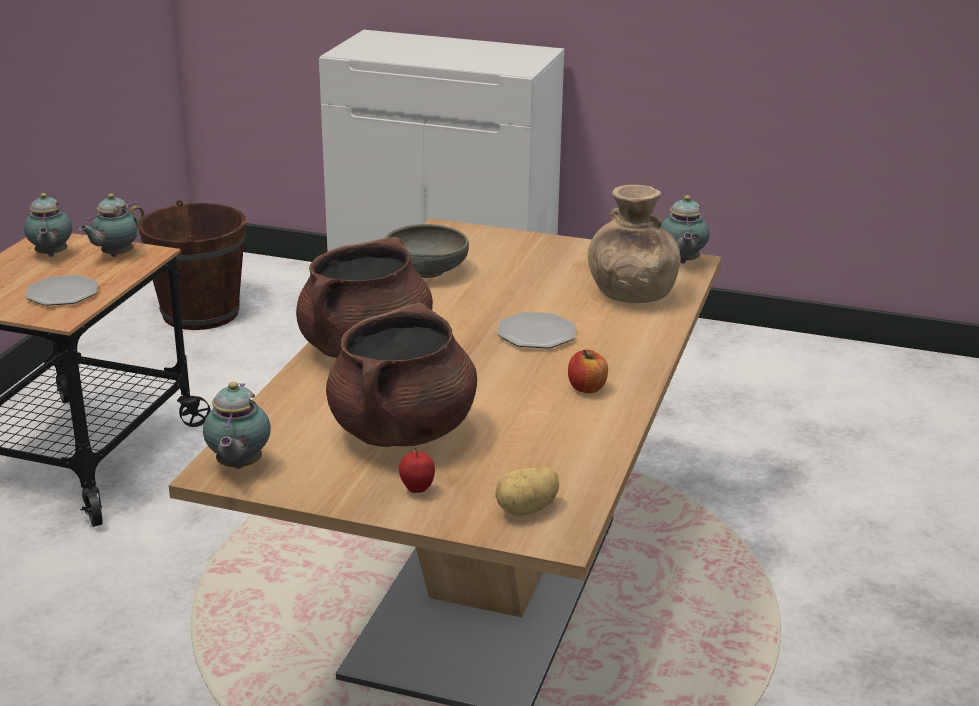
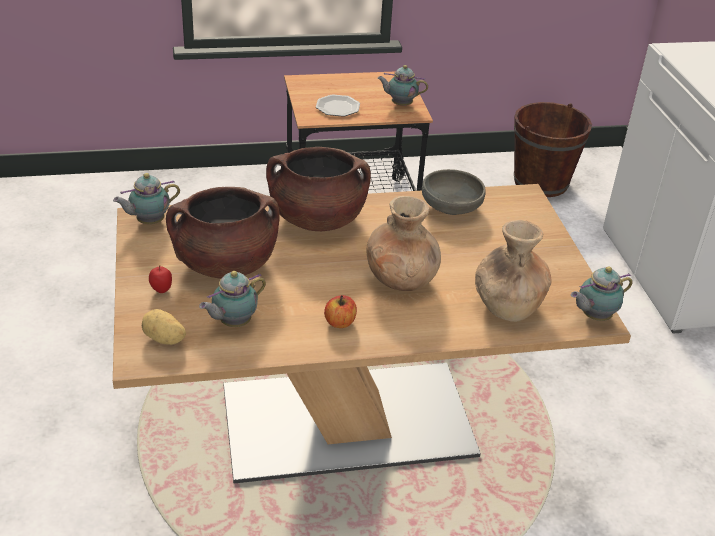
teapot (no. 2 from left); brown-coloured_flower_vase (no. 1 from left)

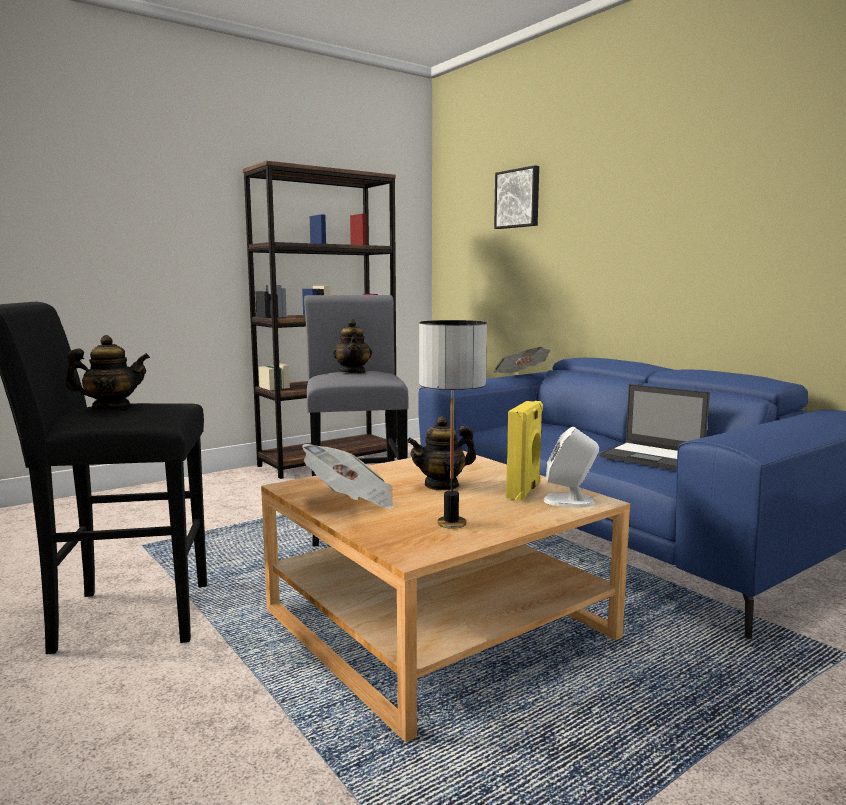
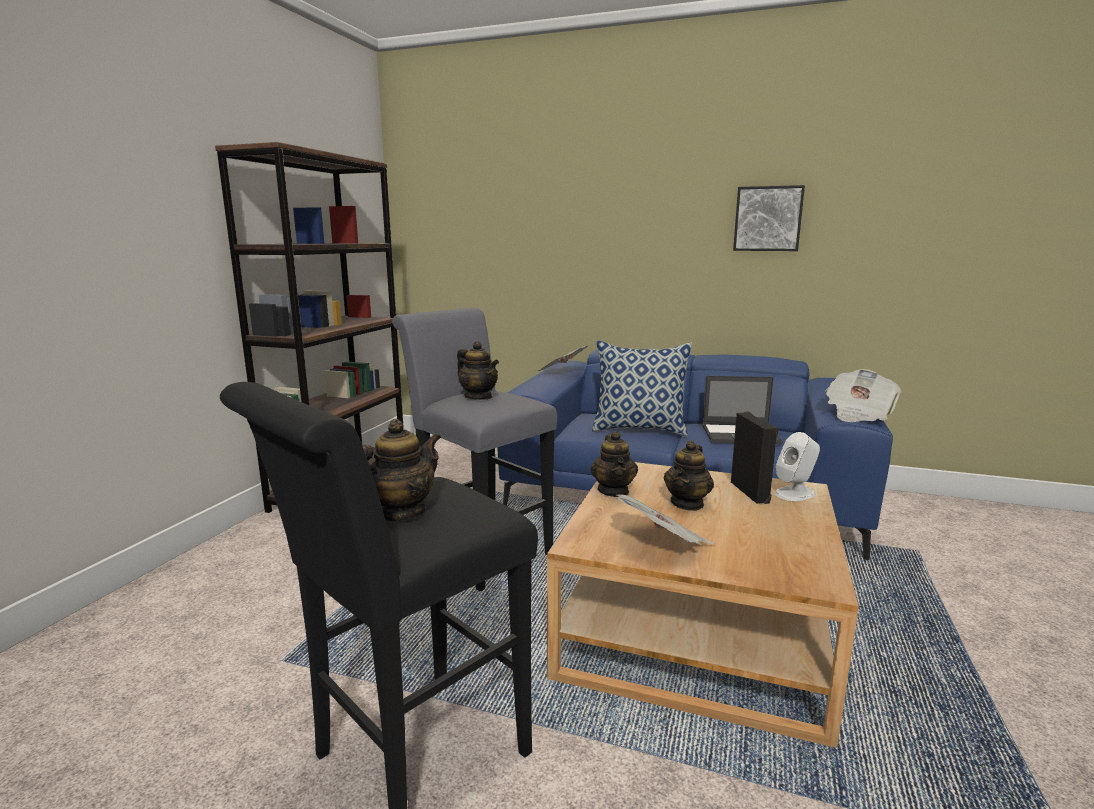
teapot (no. 3 from left); pillow; black_loudspeaker; wall_art; printed_paper (no. 3 from left); lamp_for_a_table

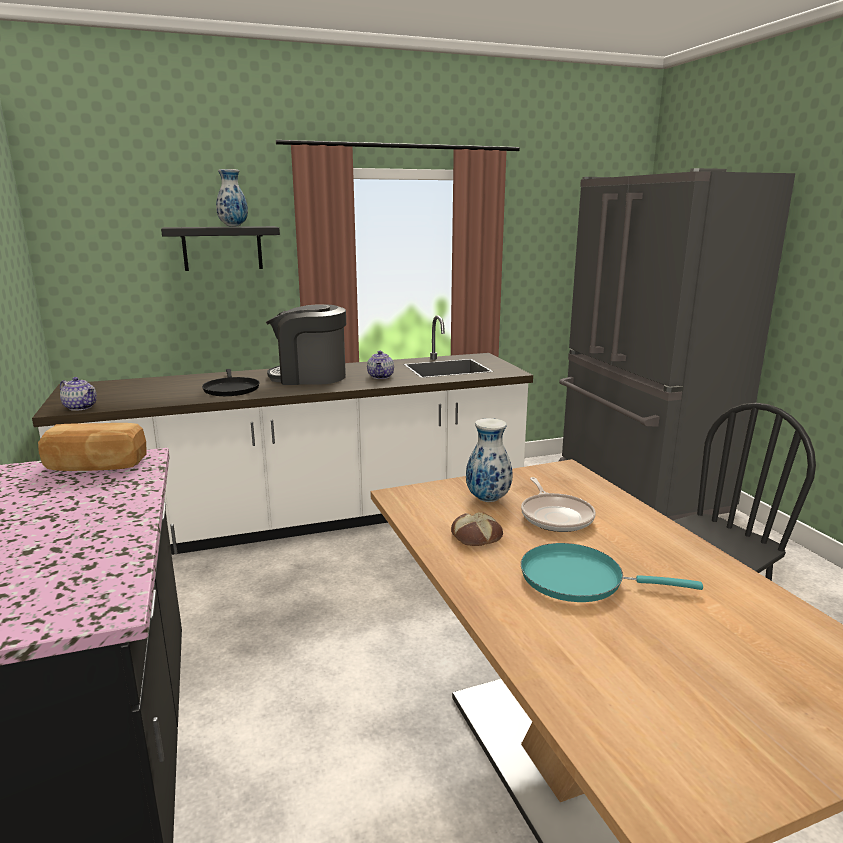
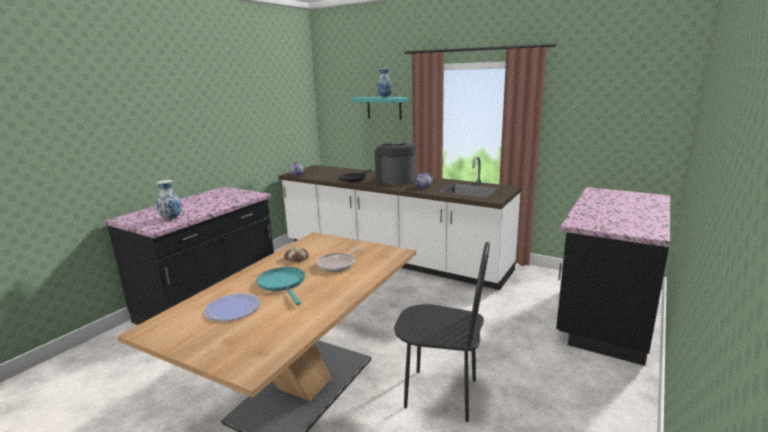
flower_vase (no. 1 from left); dinner_plate; turquoise_bracket_shelf; black_kitchen_counter (no. 2 from left); baked_bread (no. 1 from left in the first image)

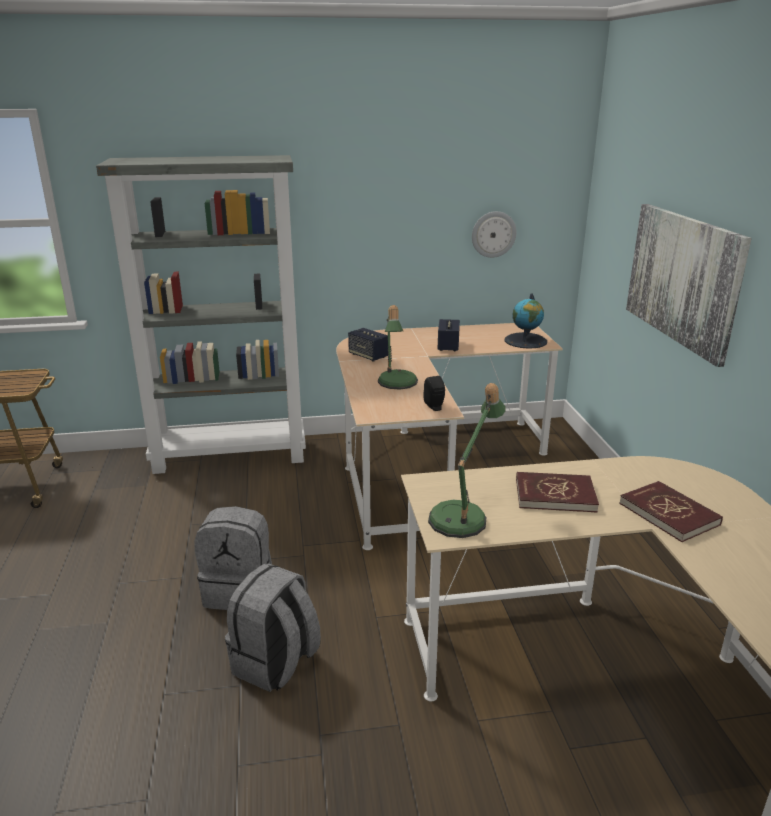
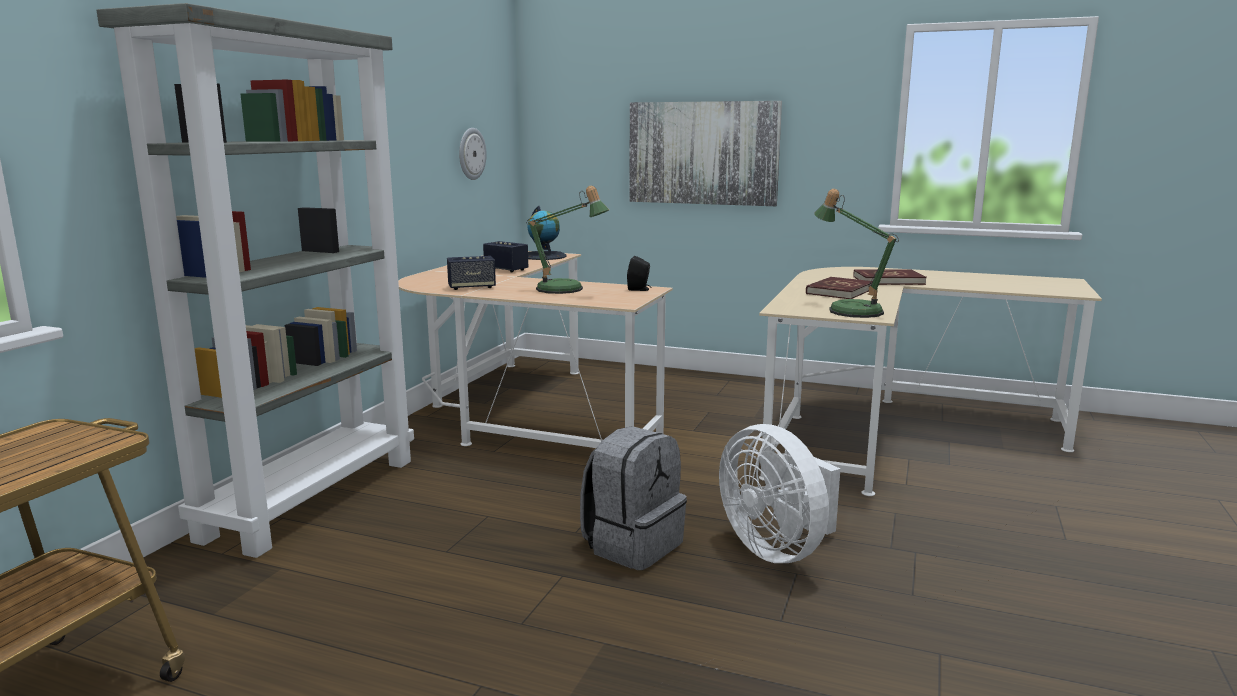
whitish_fan

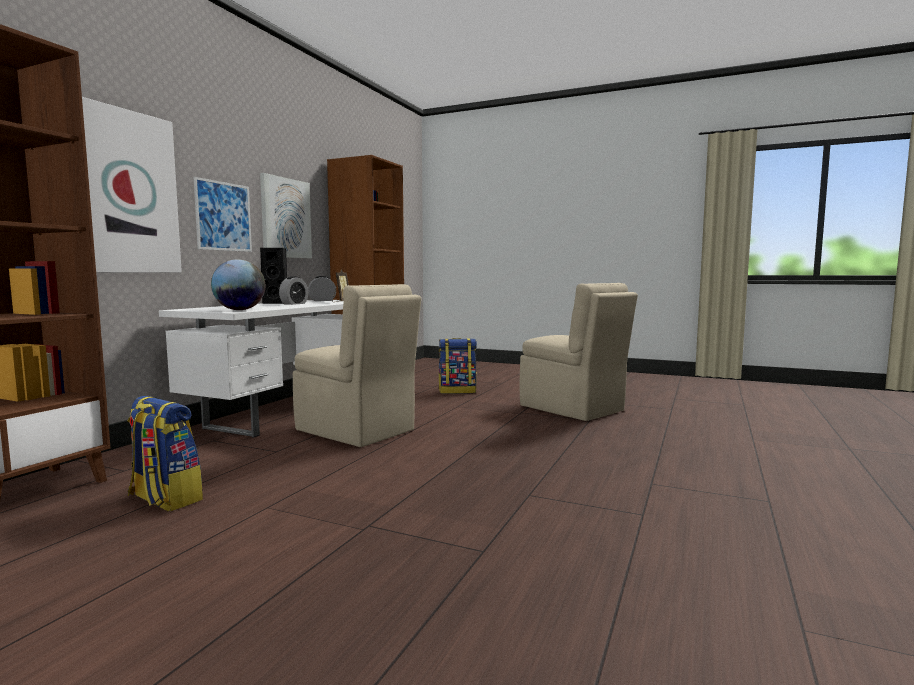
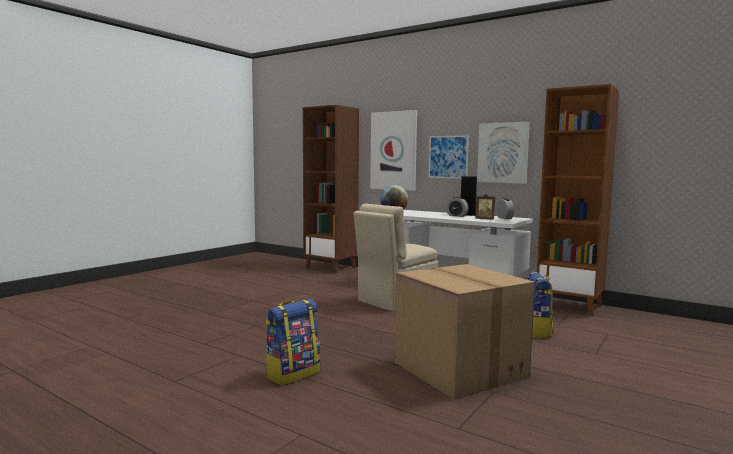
rucksack (no. 1 from left); packing_box

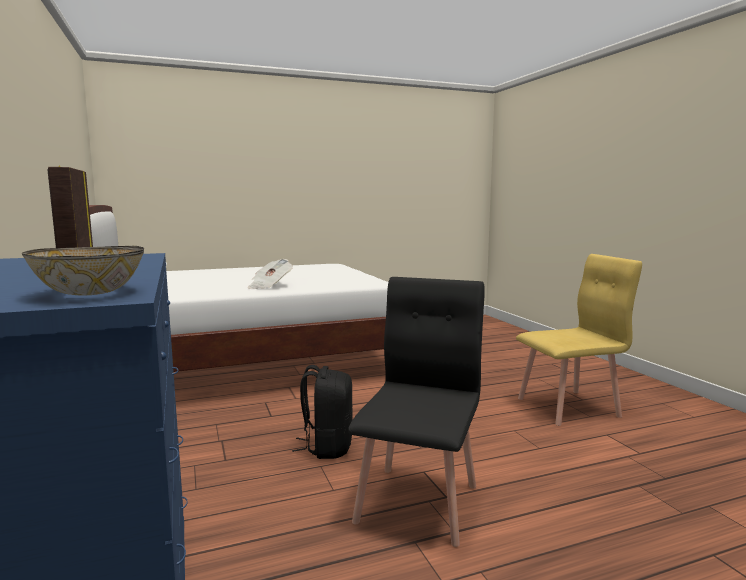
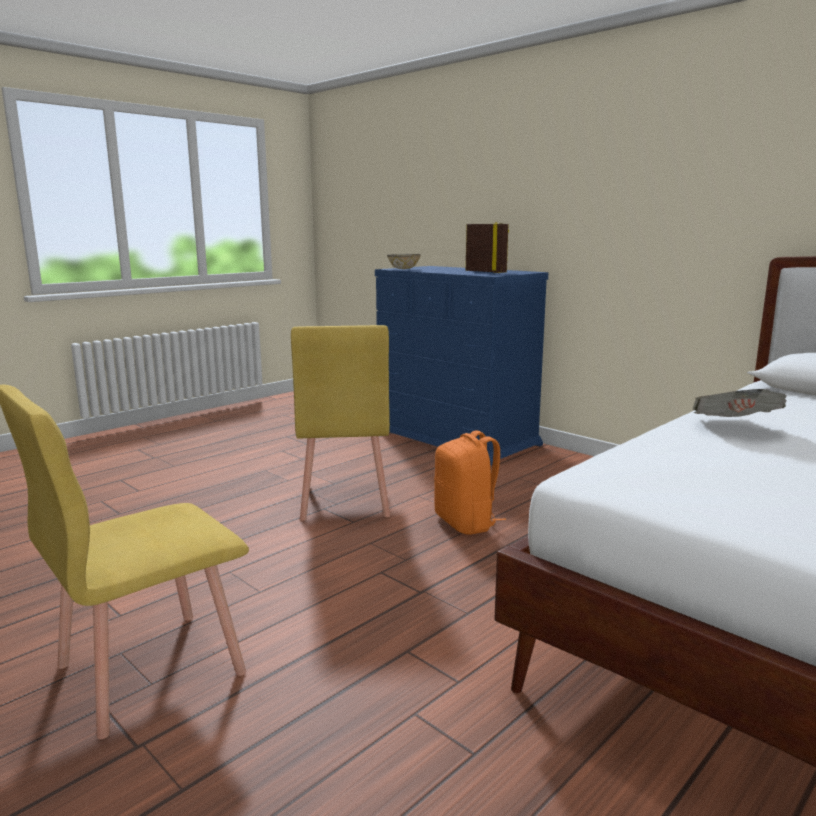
yellowish_chair (no. 2 from left); orangey_rucksack

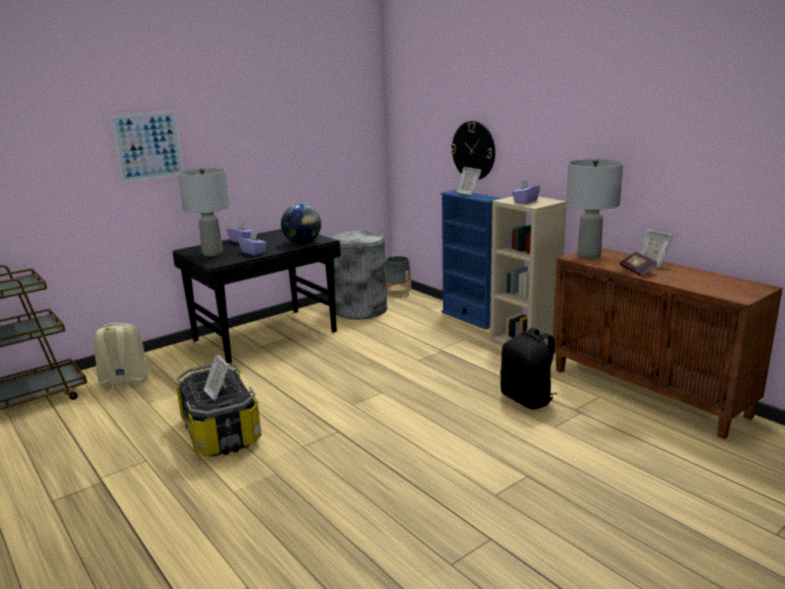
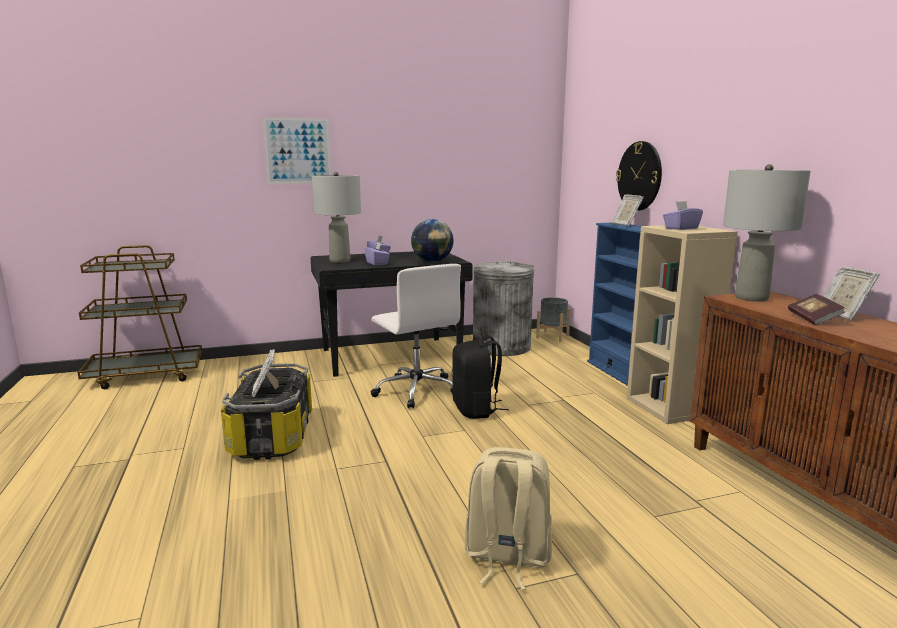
whitish_office_chair; black_rucksack; beige-coloured_rucksack

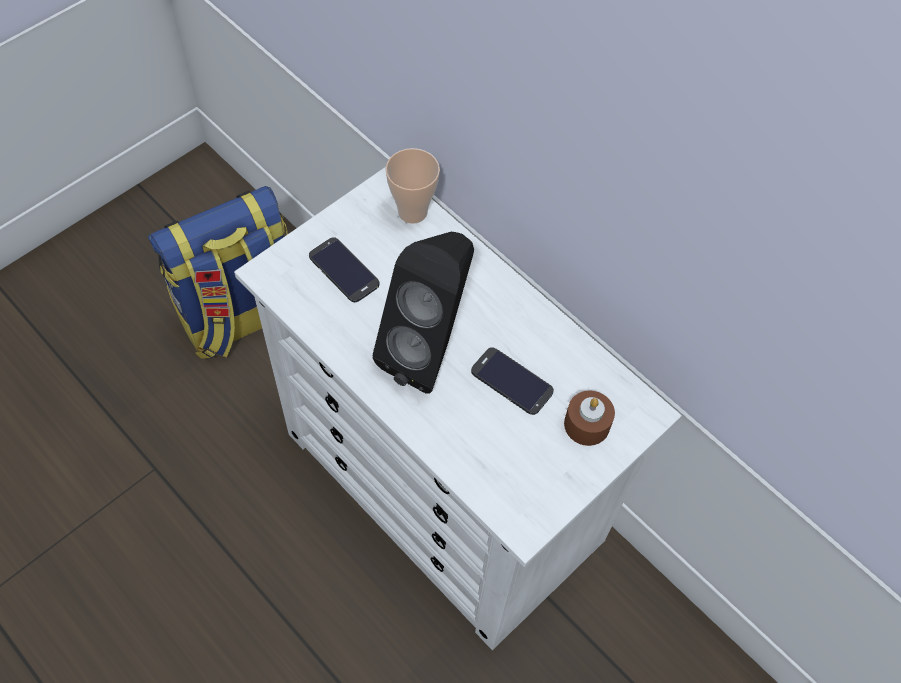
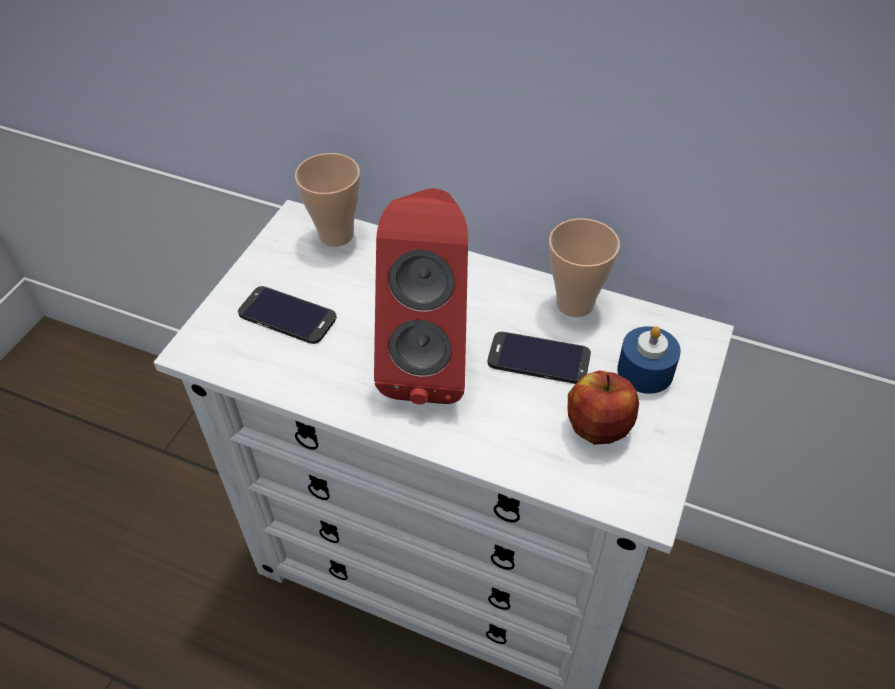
reddish_loudspeaker; drinking_cup (no. 2 from left); whole_apple; blue-coloured_wax_light; rucksack

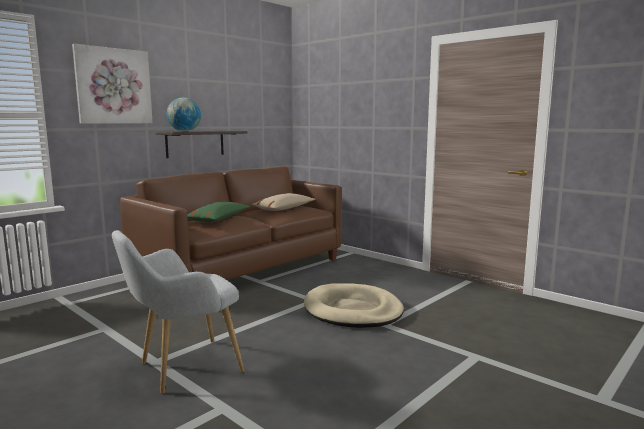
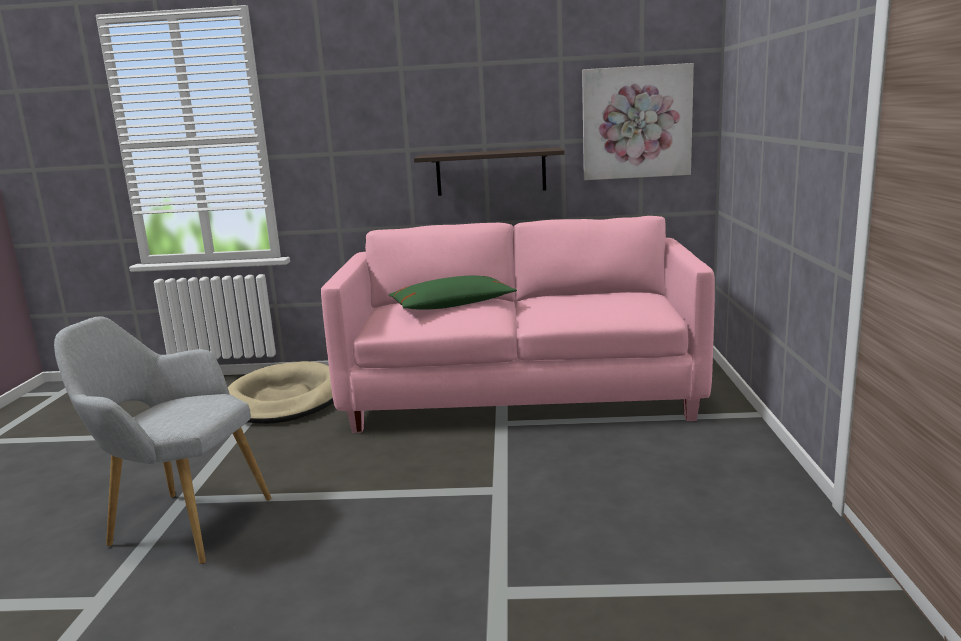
beige-coloured_dog_bed; pinkish_sofa; wall_art; desk_globe; beige-coloured_pillow

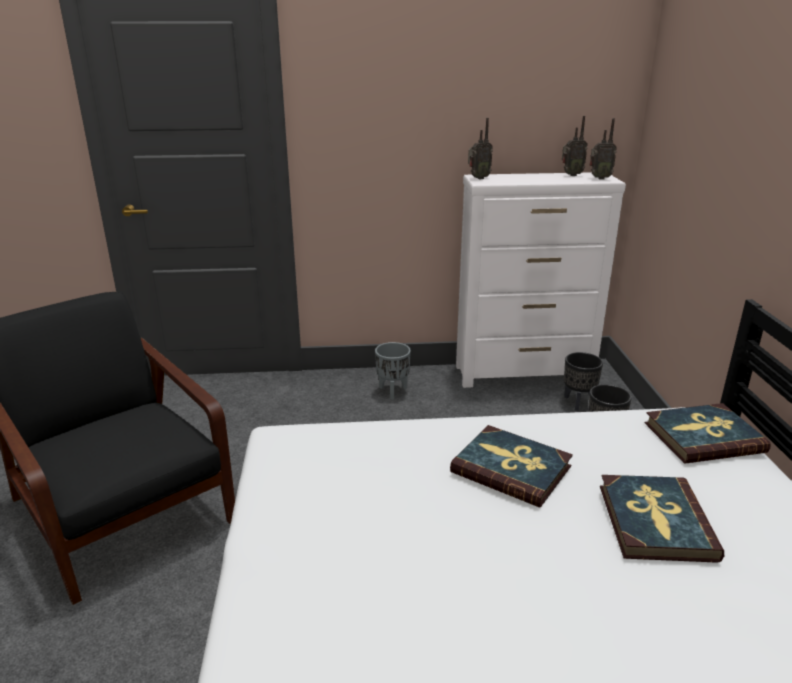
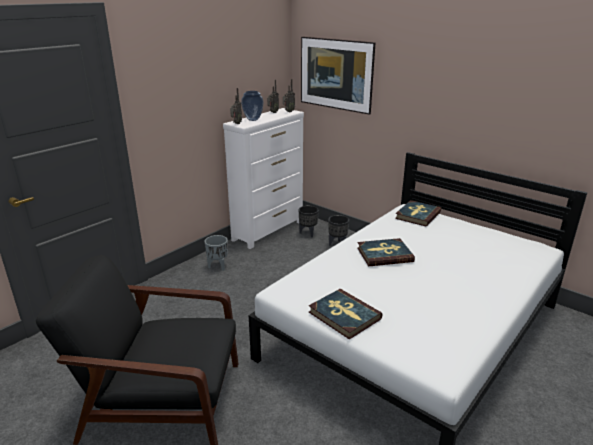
flower_vase; wall_art; book (no. 1 from left)

